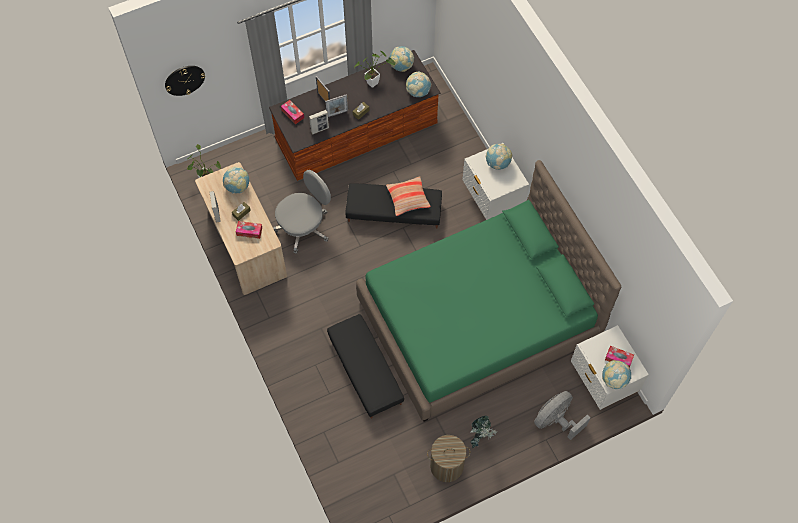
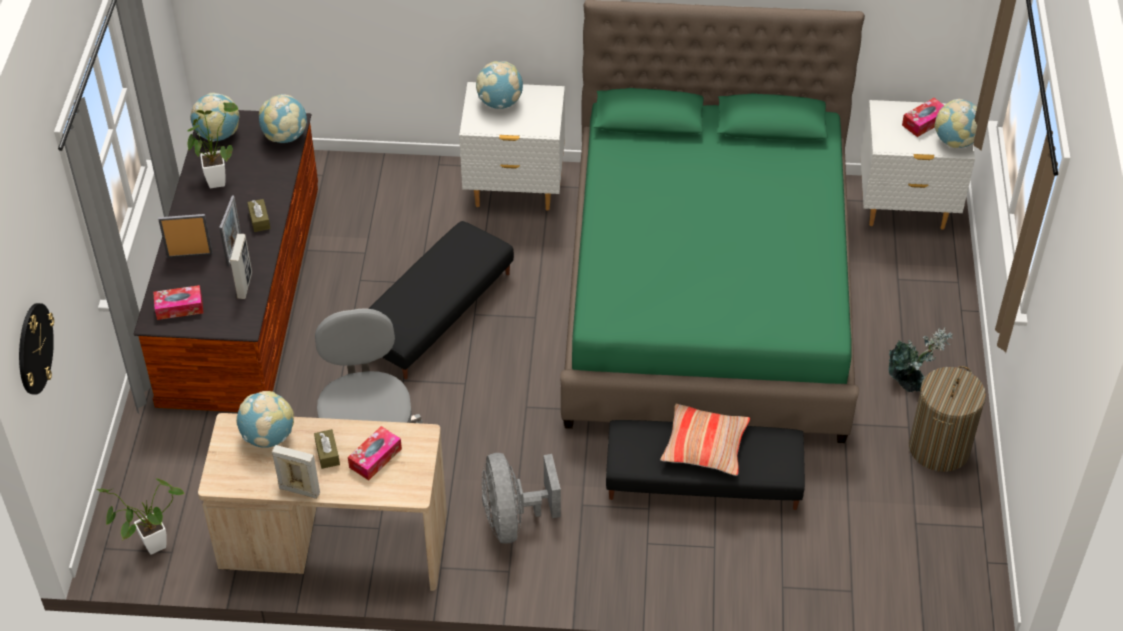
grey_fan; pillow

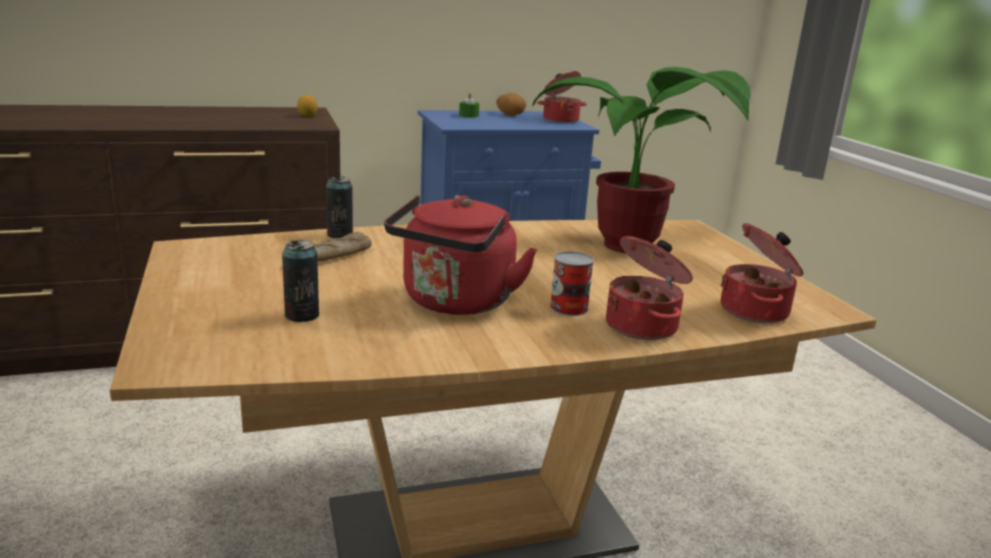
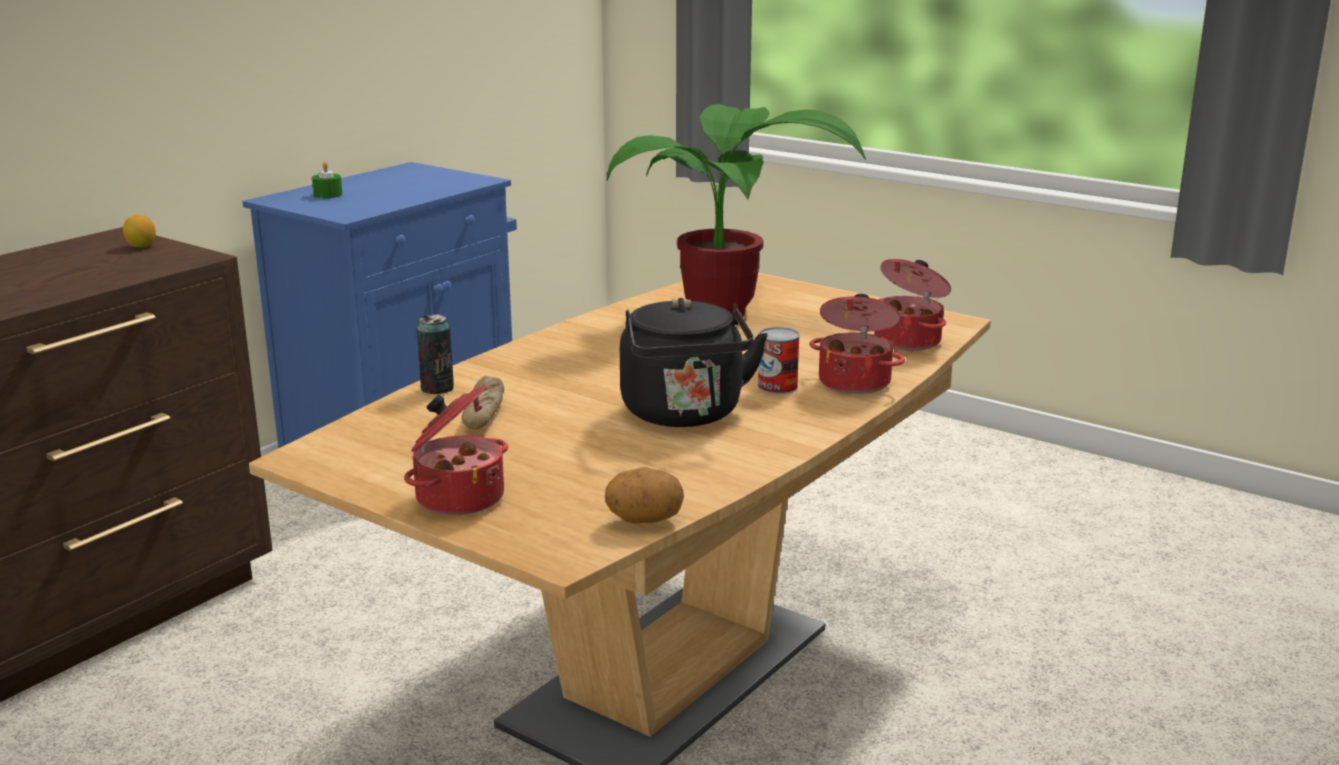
cooking_pot (no. 1 from left); spud; black_tea_kettle; can (no. 1 from left in the first image)

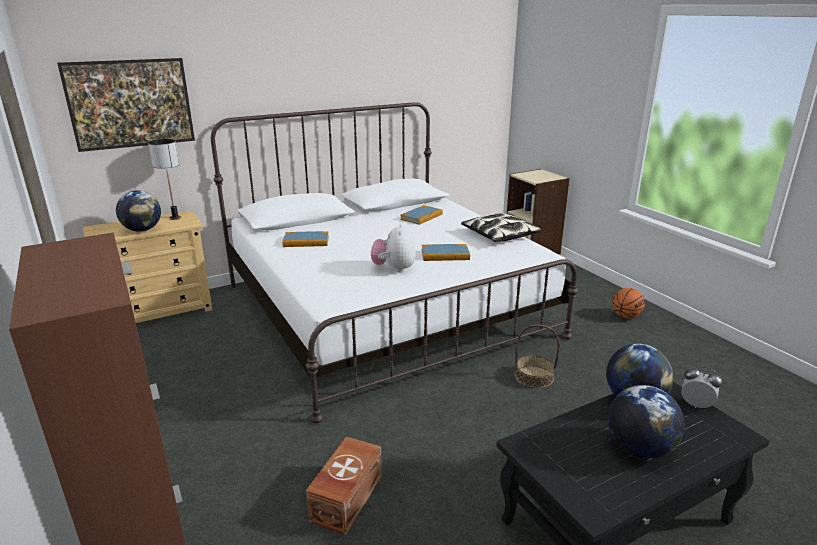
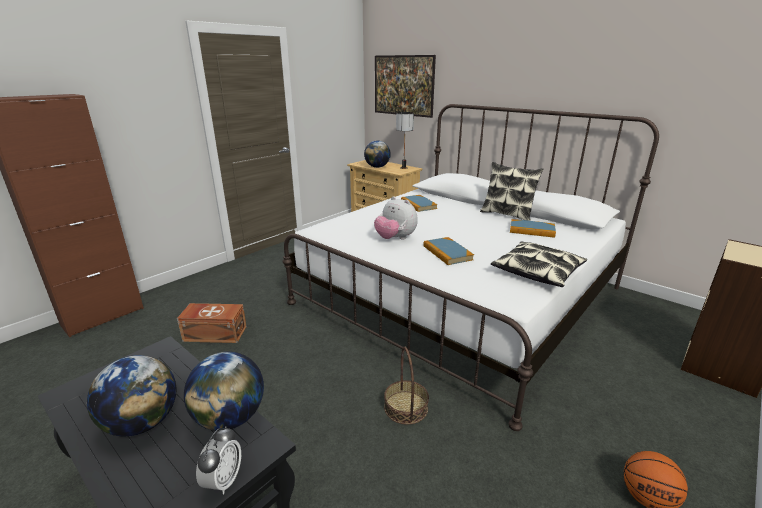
cuddly_toy; pillow (no. 1 from left)

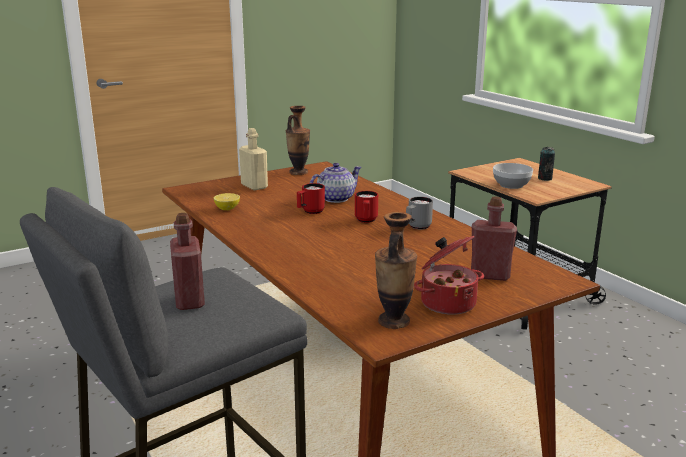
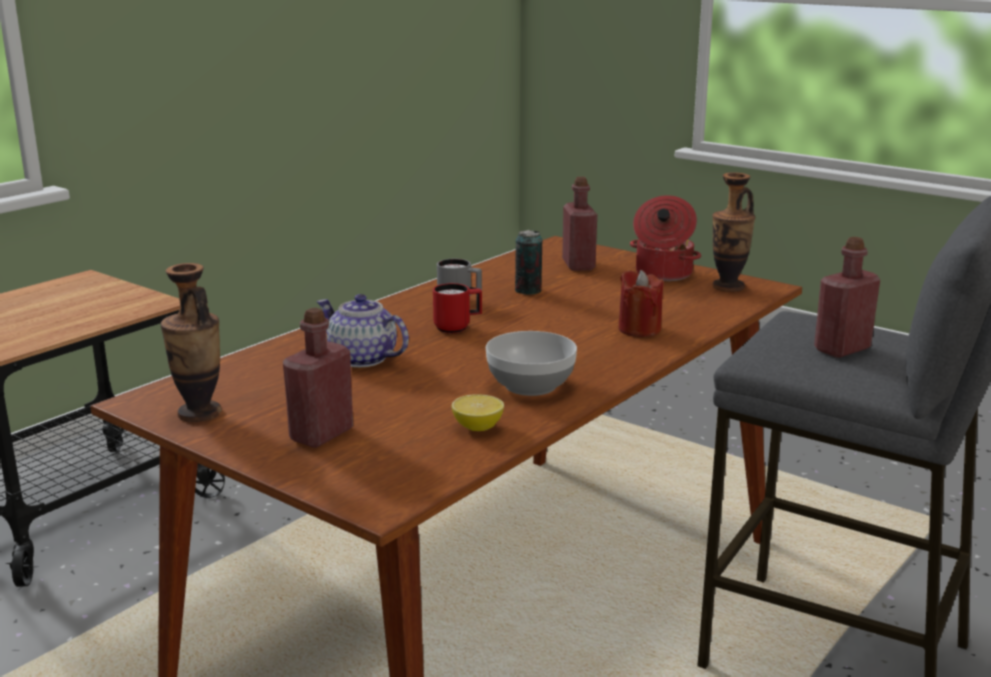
reddish_beverage_bottle (no. 1 from left); deep_dish; can; reddish_wax_light; reddish_coffee_mug (no. 1 from left in the first image)

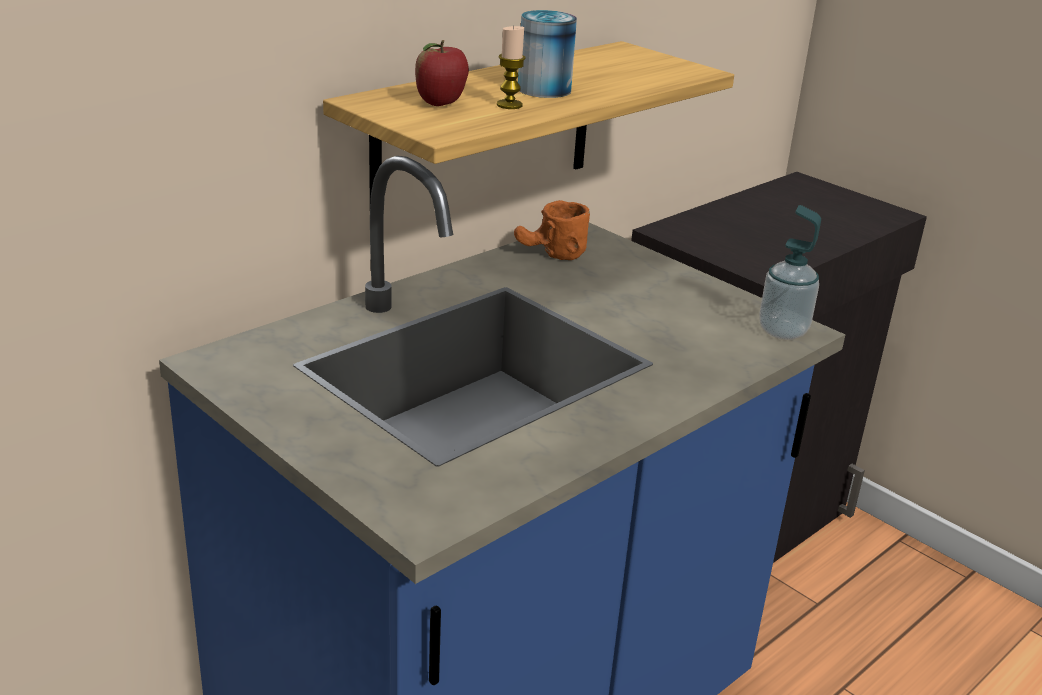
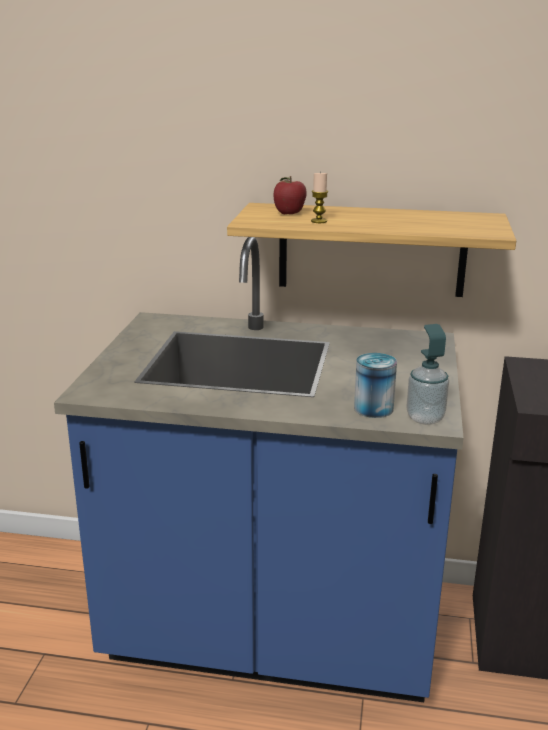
can; orangey_coffee_mug

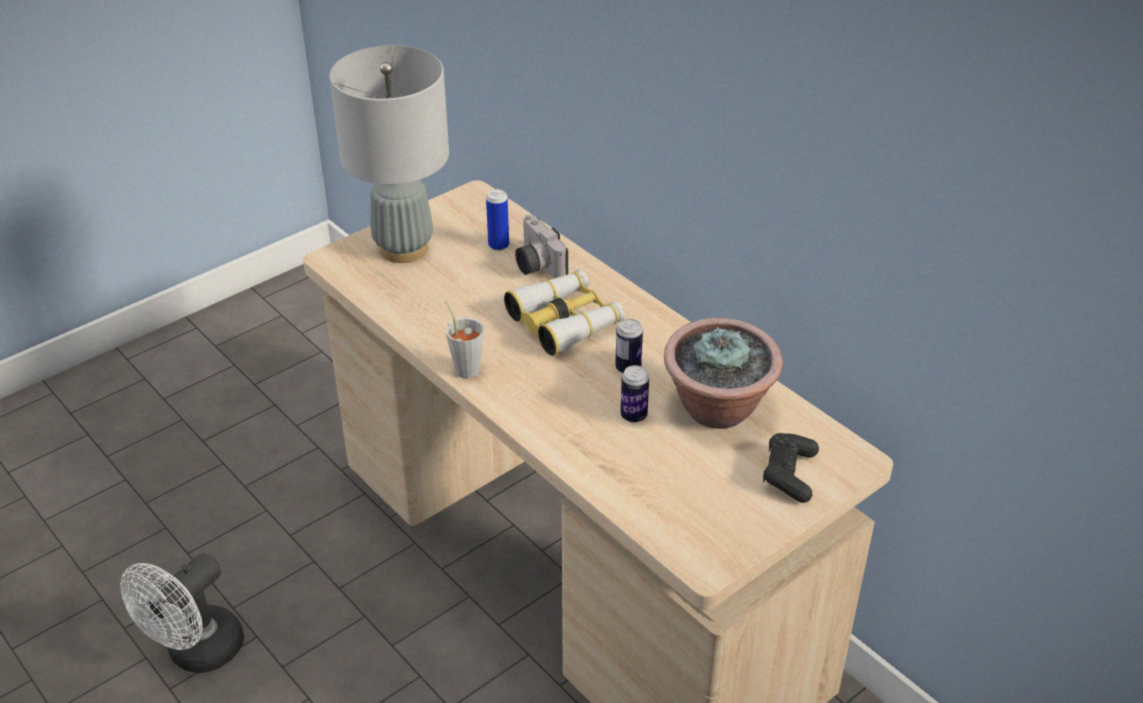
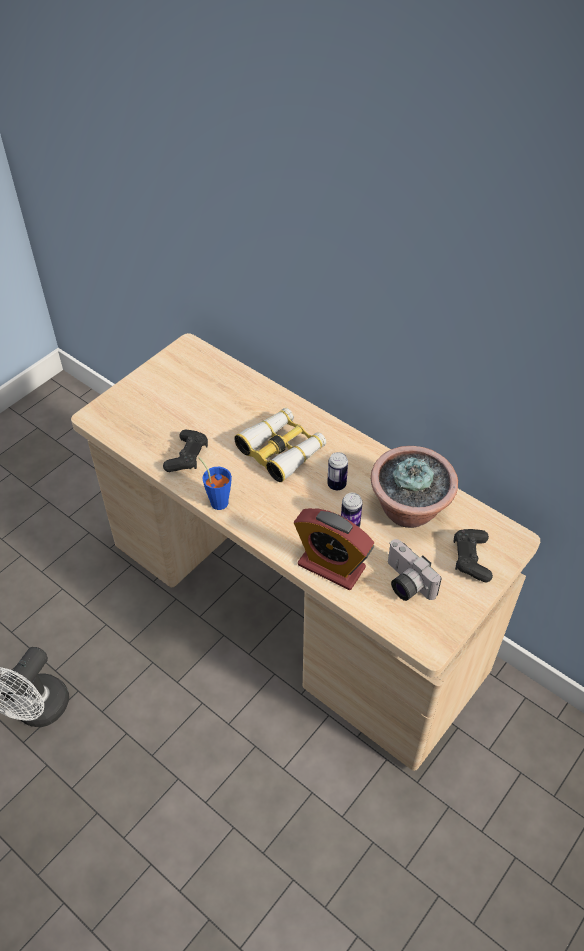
black_game_controller (no. 1 from left); blue-coloured_drinking_cup; table_clock; photo_camera; grey_lamp_for_a_table; can (no. 1 from left in the first image)

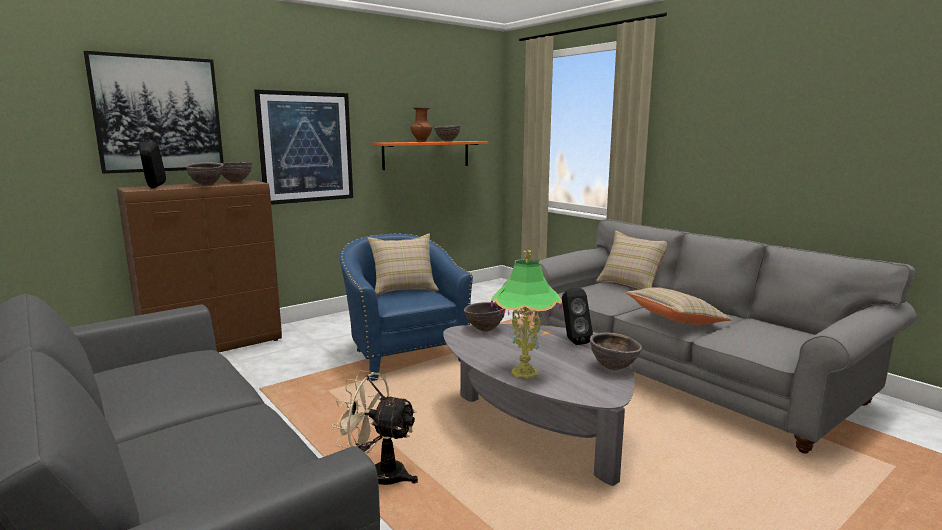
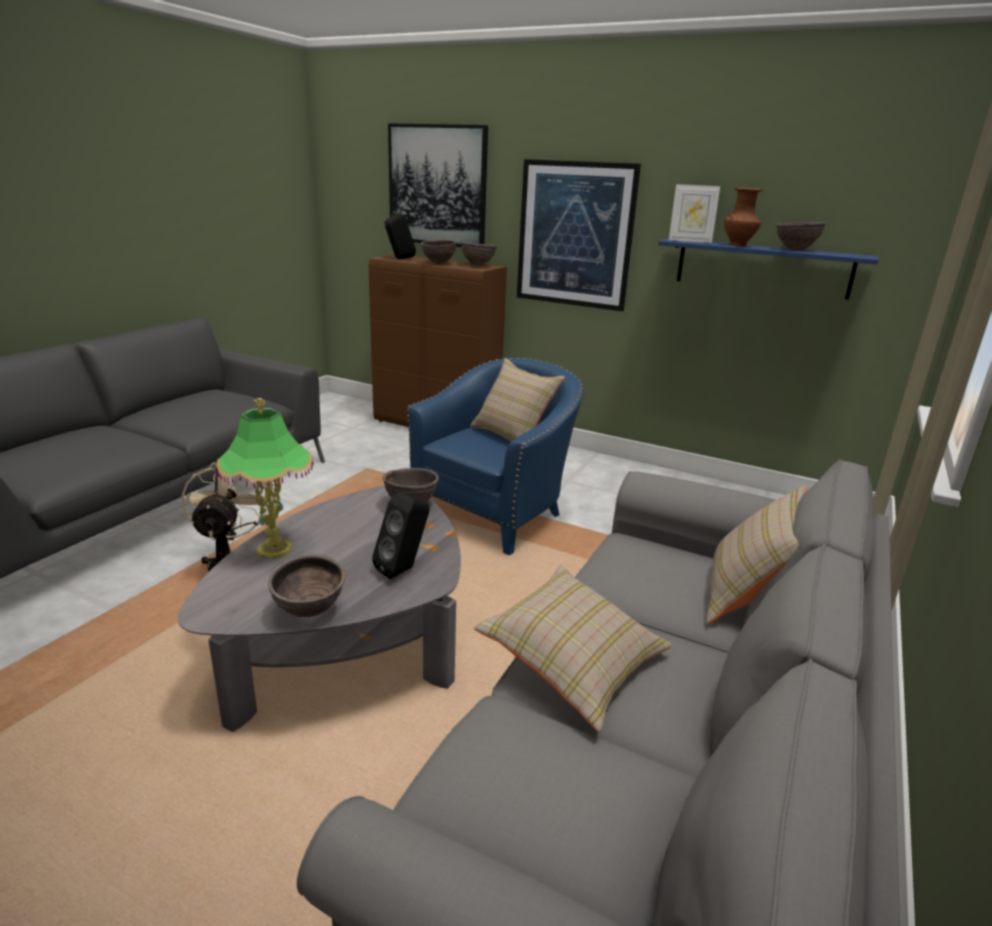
blue-coloured_bracket_shelf; photo_frame

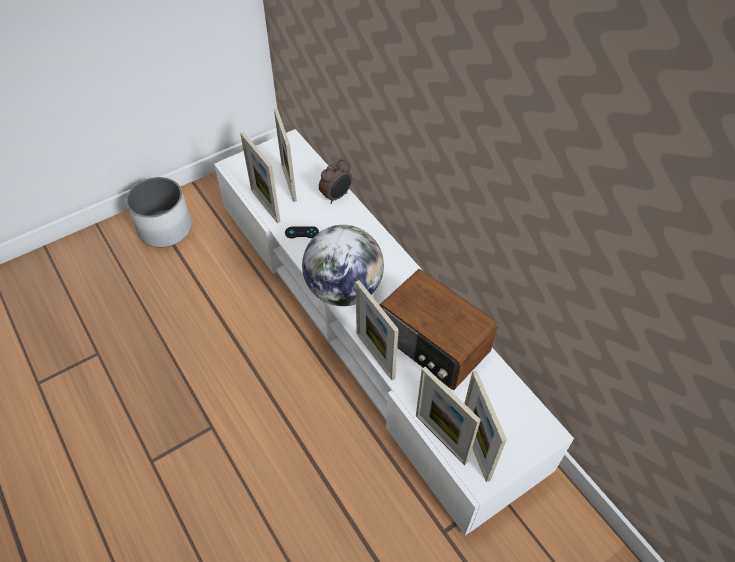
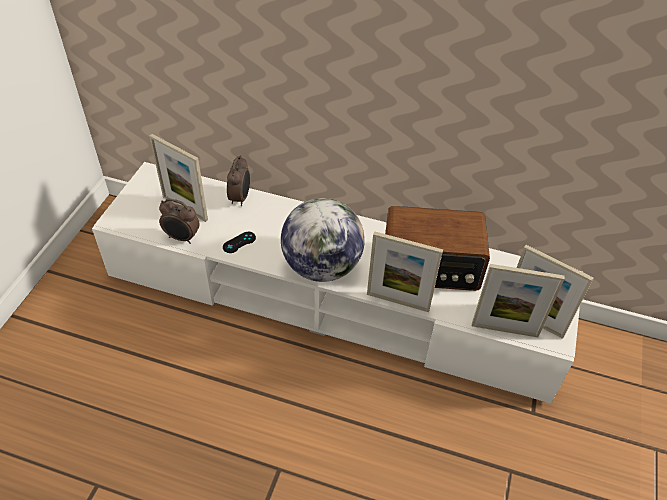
table_clock (no. 1 from left); whitish_plant_pot

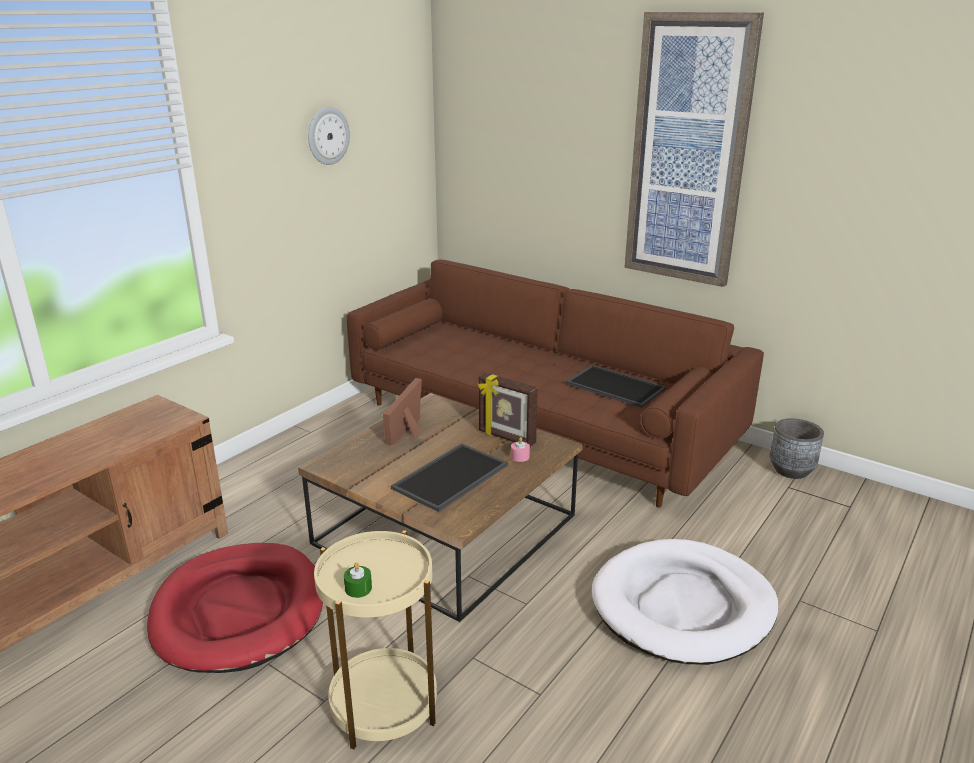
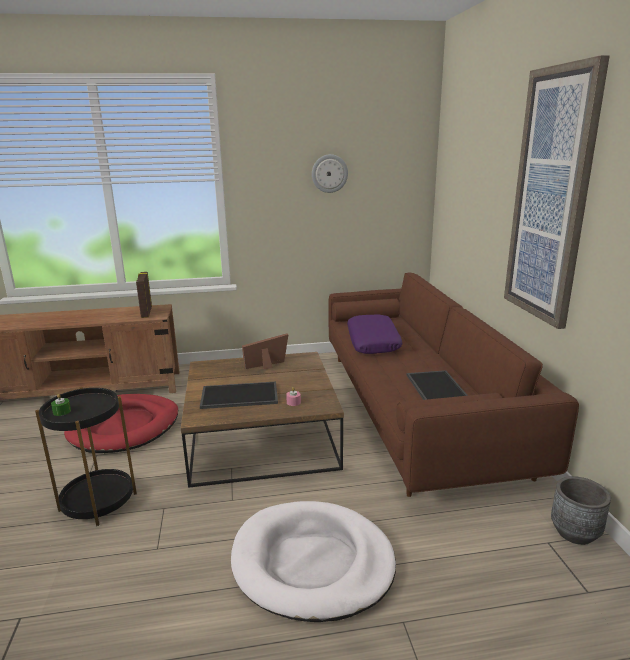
black_accent_table; photo_frame (no. 1 from left); purple_pillow

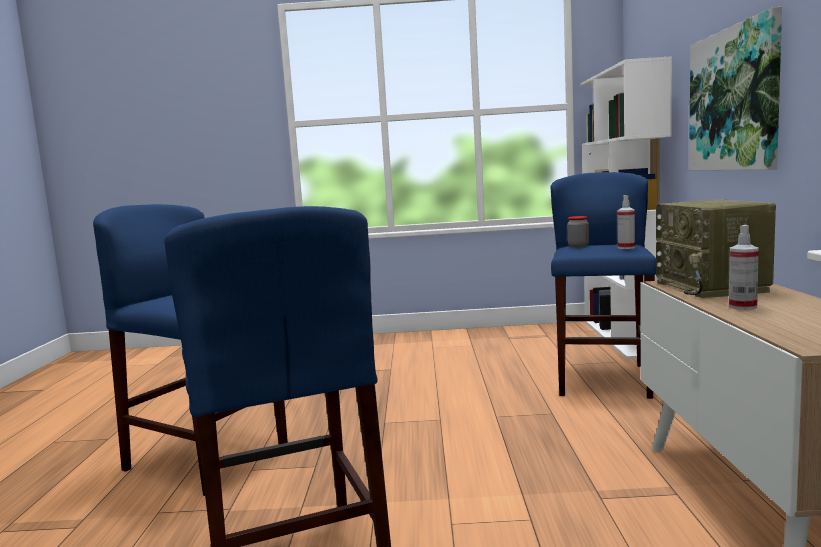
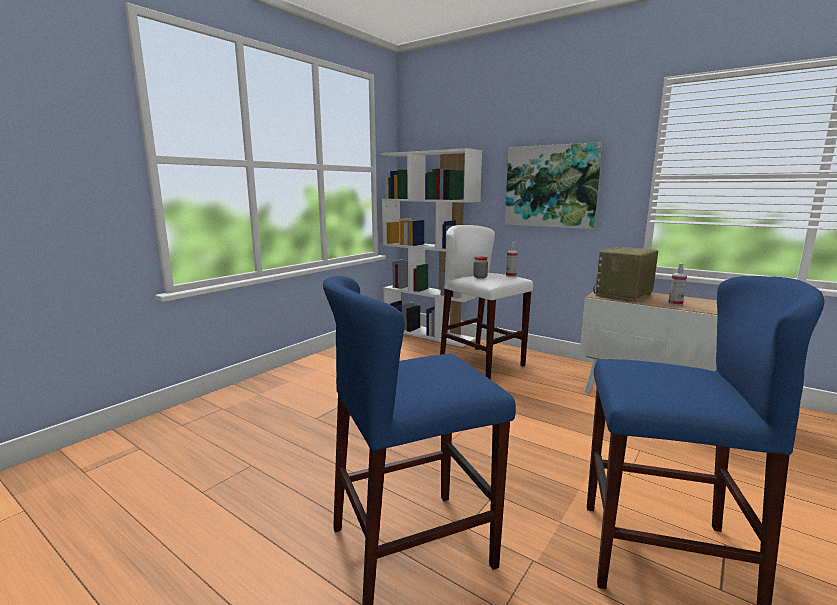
whitish_sitting_stool; radio_set

